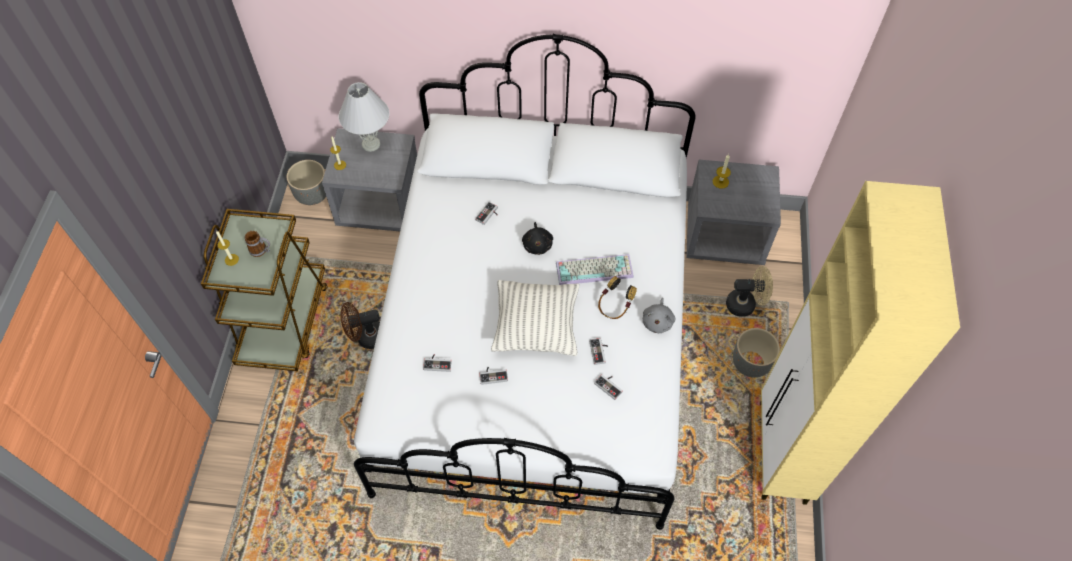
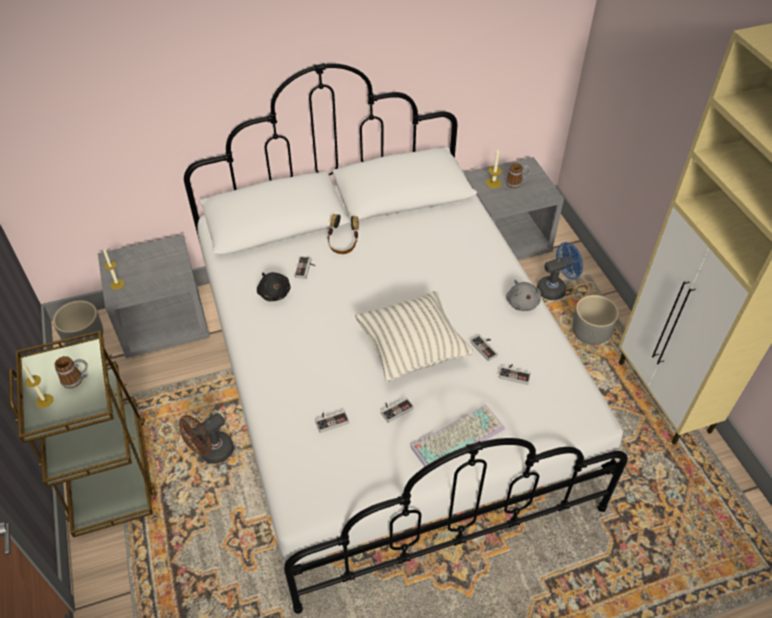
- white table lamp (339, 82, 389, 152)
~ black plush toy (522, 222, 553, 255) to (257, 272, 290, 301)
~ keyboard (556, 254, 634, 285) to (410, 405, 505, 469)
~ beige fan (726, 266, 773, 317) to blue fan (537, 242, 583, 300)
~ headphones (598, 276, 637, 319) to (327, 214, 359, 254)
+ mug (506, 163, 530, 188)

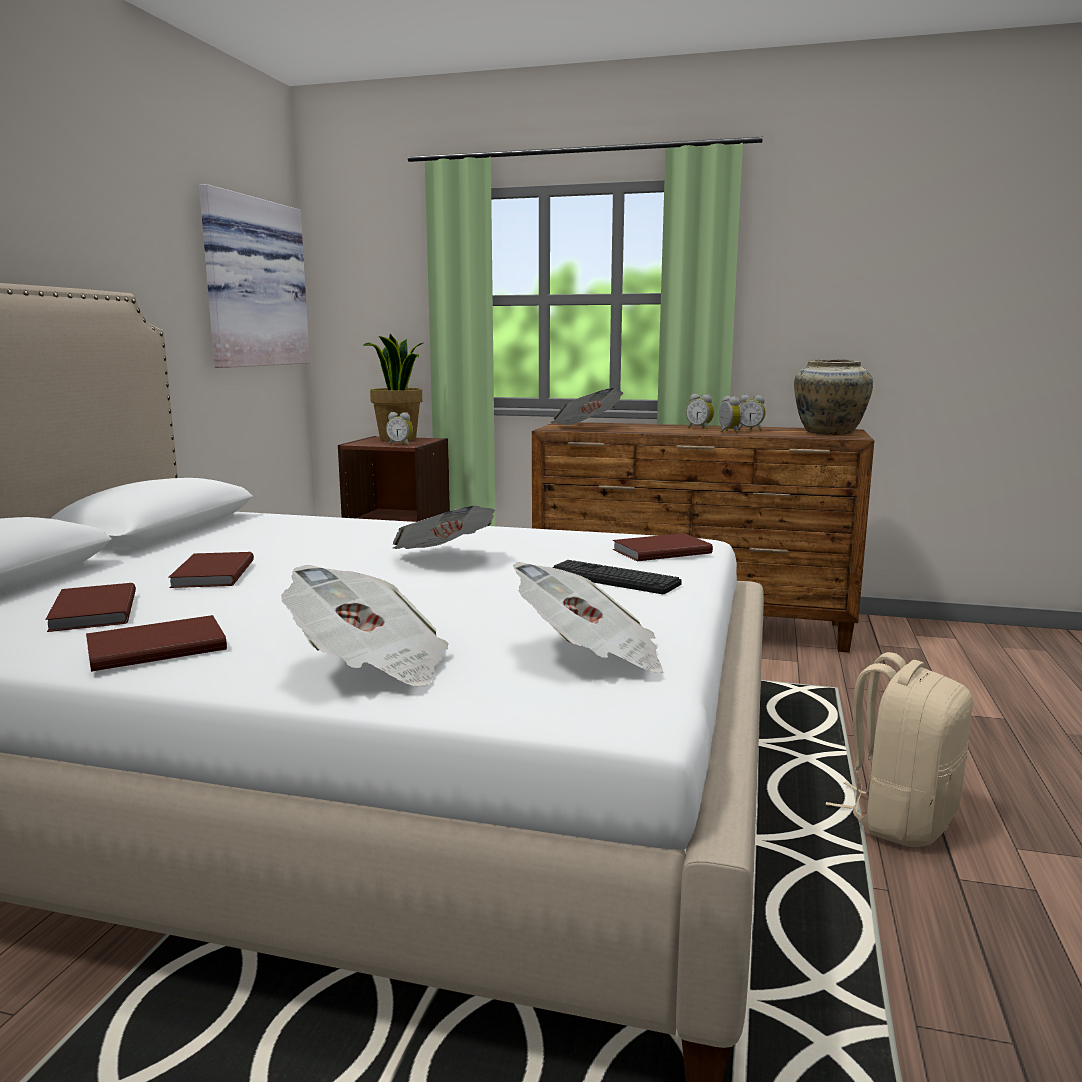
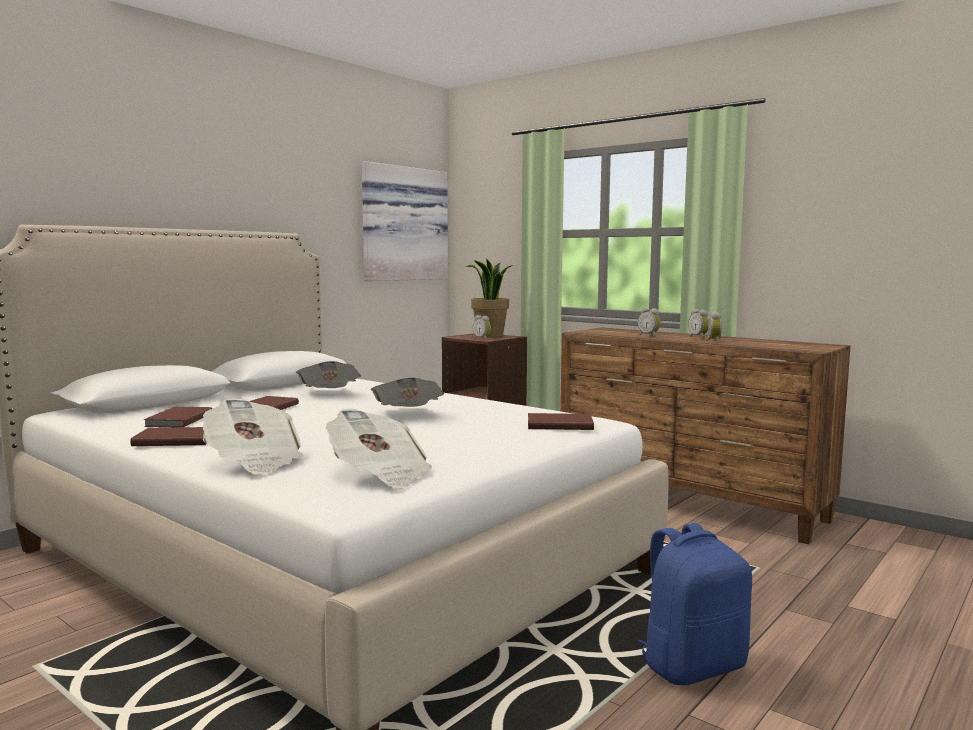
- beige vase (794, 359, 873, 435)
~ newspaper (551, 388, 623, 425) to (296, 361, 361, 388)
~ alarm clock (738, 395, 766, 431) to (638, 308, 661, 337)
- keyboard (552, 560, 682, 594)
~ beige backpack (826, 652, 973, 847) to blue backpack (638, 523, 752, 686)

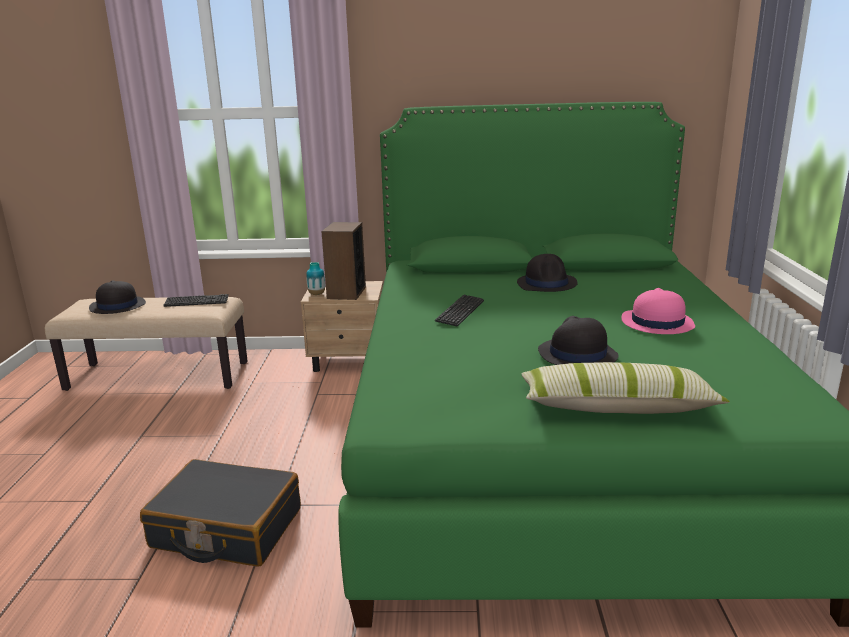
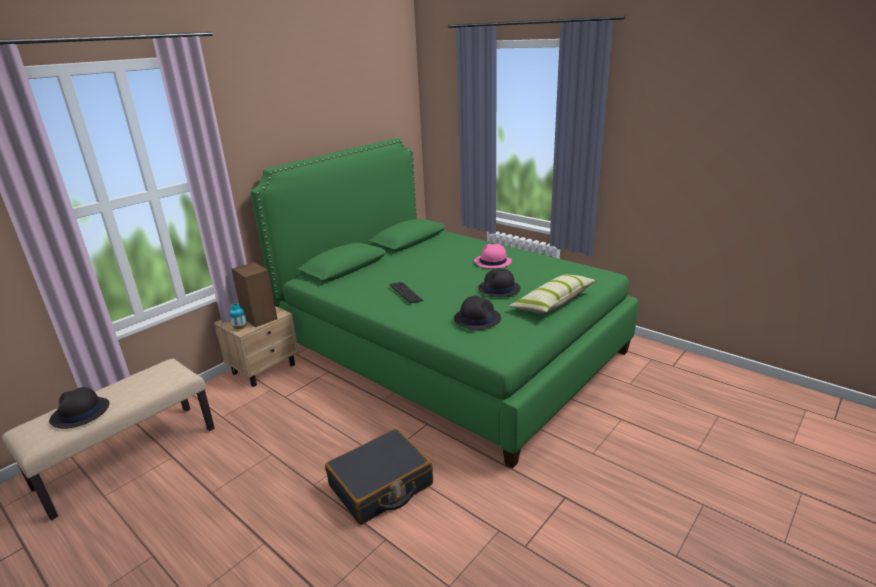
~ black hat (517, 254, 578, 292) to (454, 295, 501, 331)
- keyboard (163, 294, 229, 307)

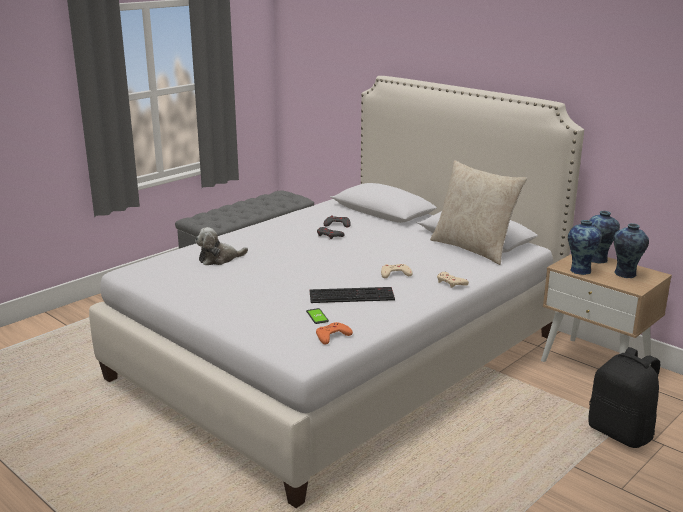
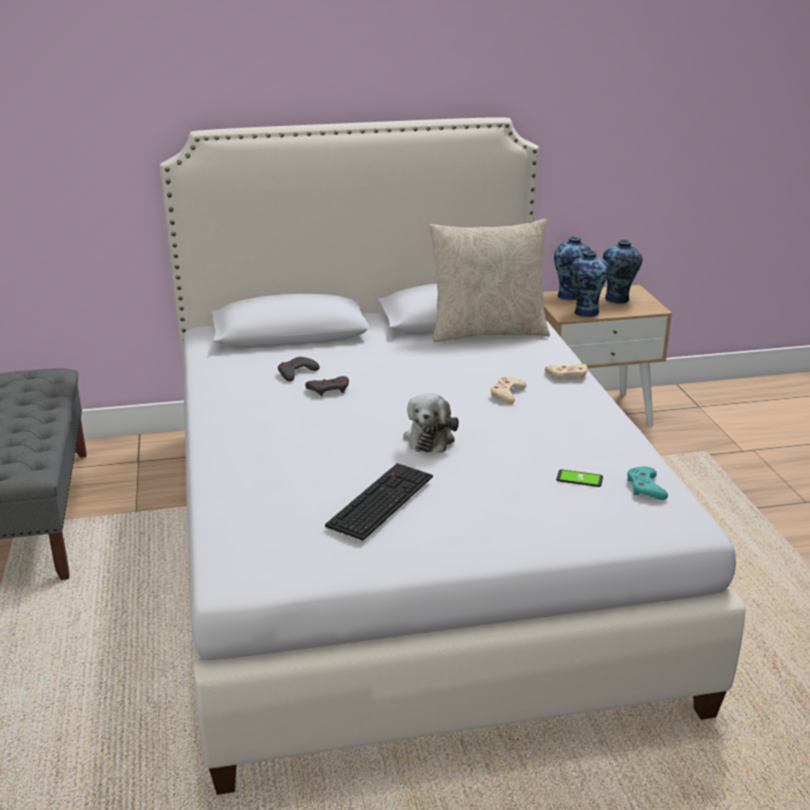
~ plush toy (195, 227, 248, 265) to (403, 393, 459, 453)
~ keyboard (310, 287, 395, 303) to (325, 463, 433, 541)
~ orange game controller (316, 322, 353, 345) to turquoise game controller (627, 467, 668, 500)
- black backpack (588, 347, 660, 448)

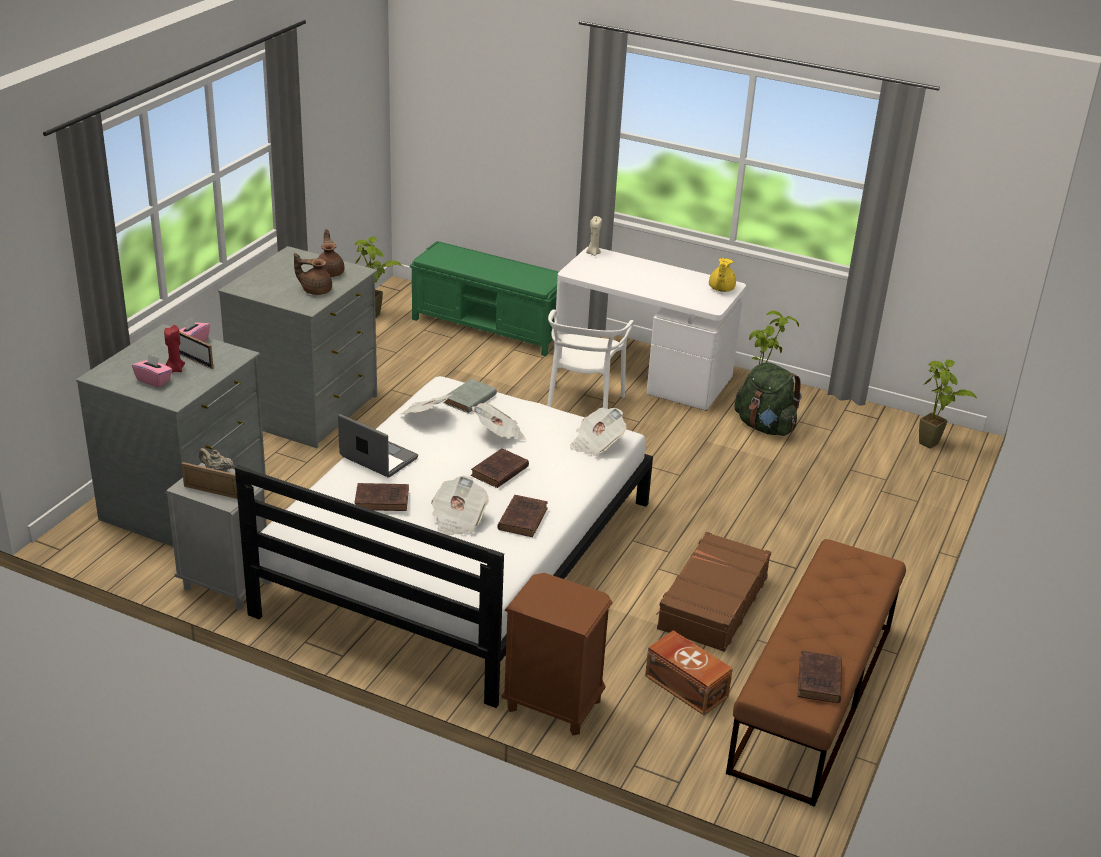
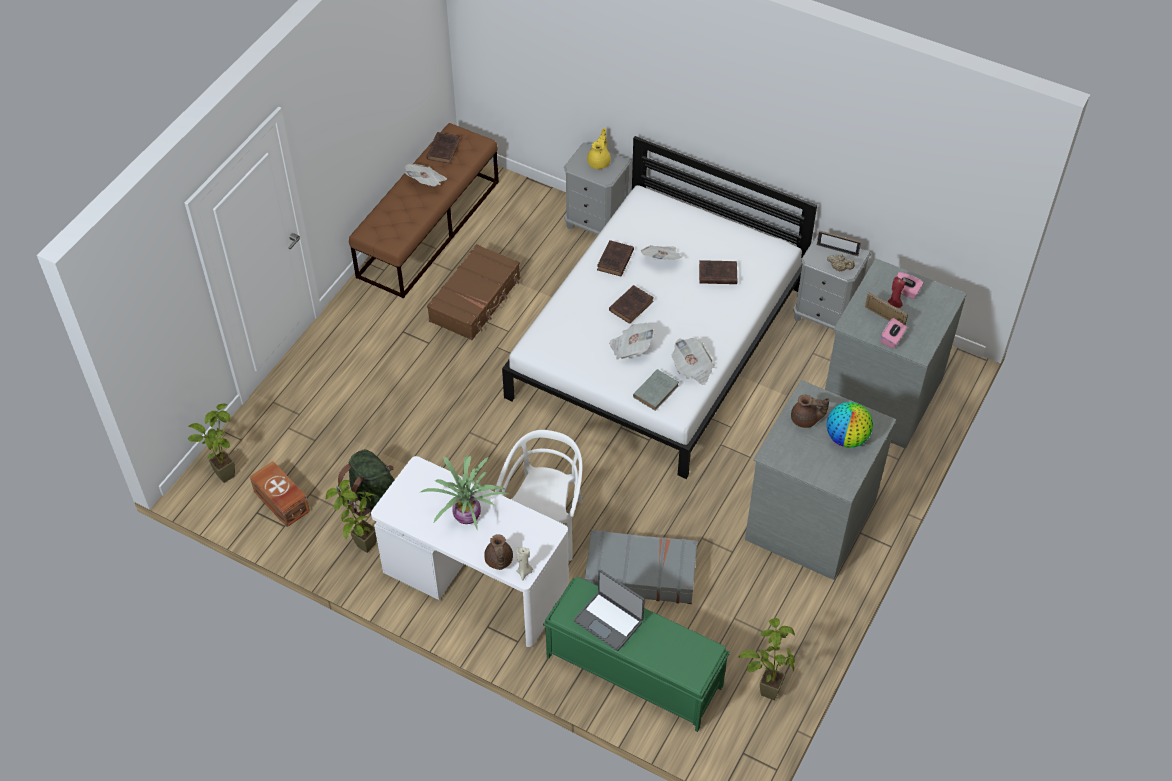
~ brown teapot (318, 229, 344, 277) to (484, 534, 513, 570)
~ yellow teapot (709, 258, 736, 292) to (587, 128, 611, 169)
~ newspaper (570, 408, 626, 456) to (405, 163, 447, 187)
~ laptop (338, 414, 418, 478) to (573, 569, 645, 651)
~ brown nightstand (501, 573, 612, 736) to grey nightstand (564, 142, 631, 235)
~ brown storage box (645, 630, 733, 715) to (250, 461, 310, 527)
+ globe (827, 402, 873, 448)
+ potted plant (421, 455, 508, 529)
+ grey suitcase (585, 530, 698, 604)

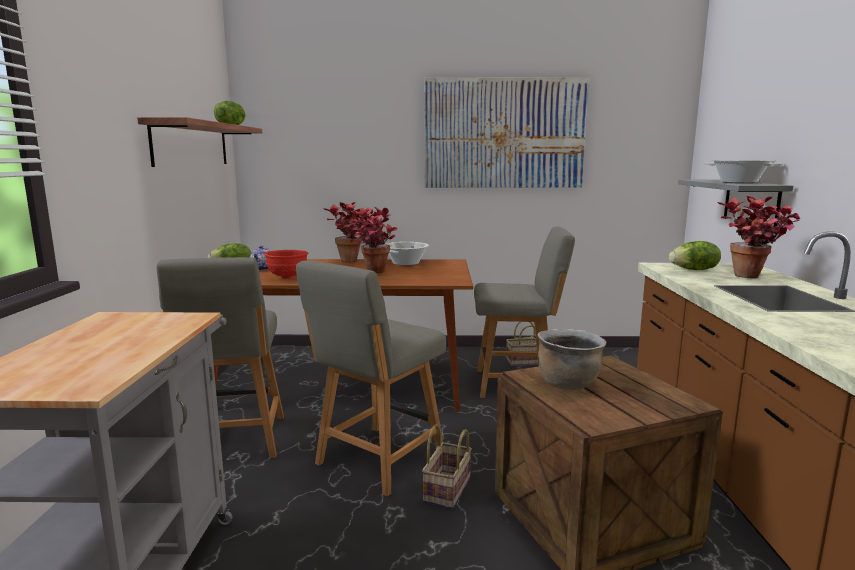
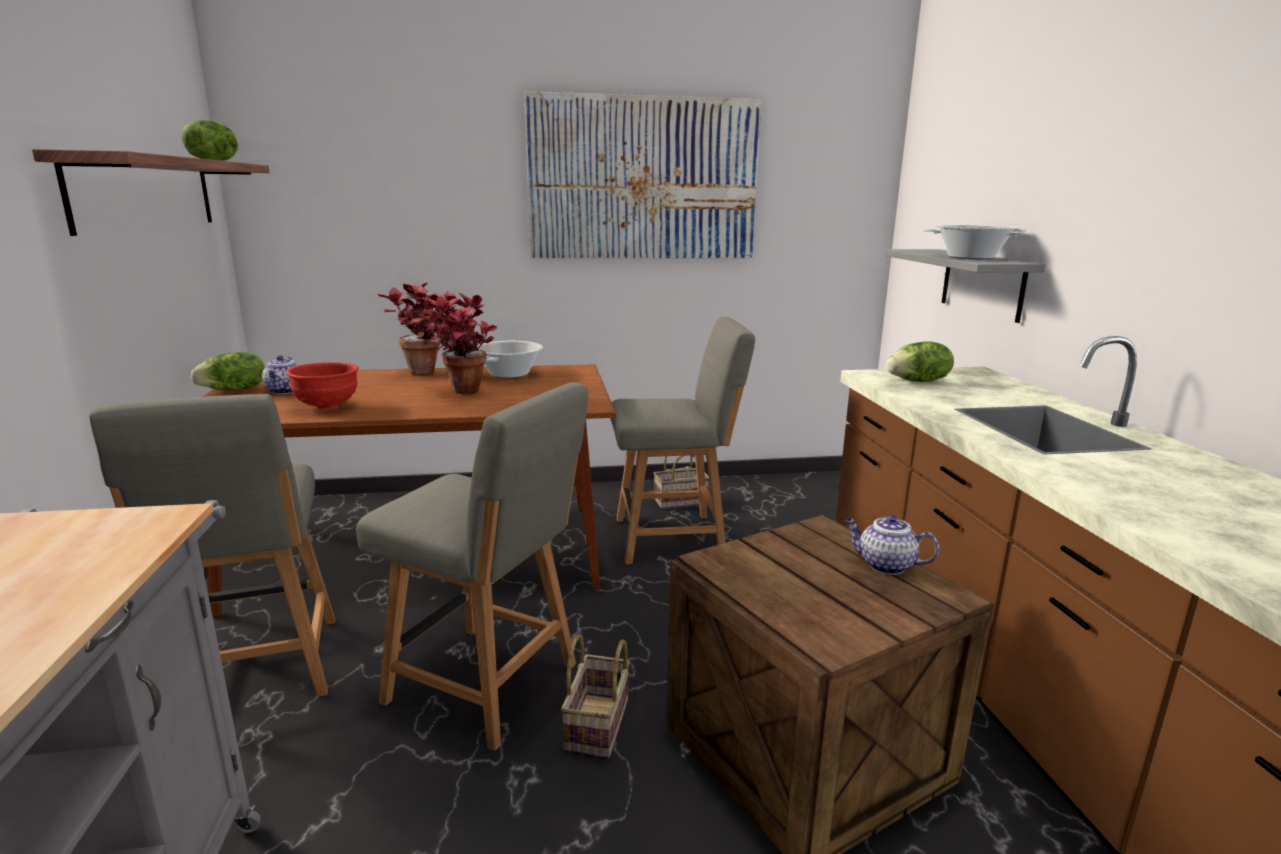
- potted plant (717, 196, 800, 279)
~ grey chair (296, 260, 446, 496) = (356, 382, 588, 751) 90 degrees counterclockwise
- brown cooking pot (537, 329, 606, 390)
+ teapot (845, 515, 939, 575)

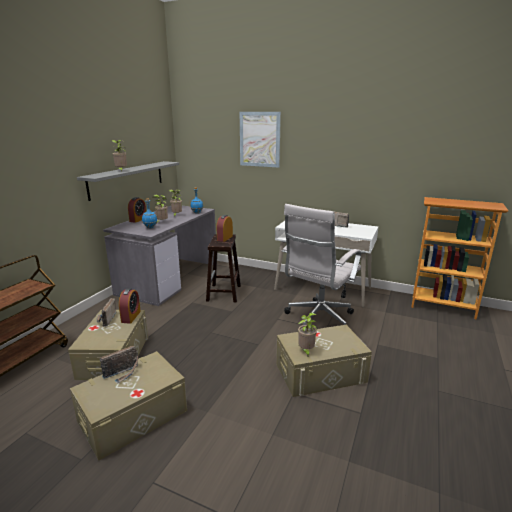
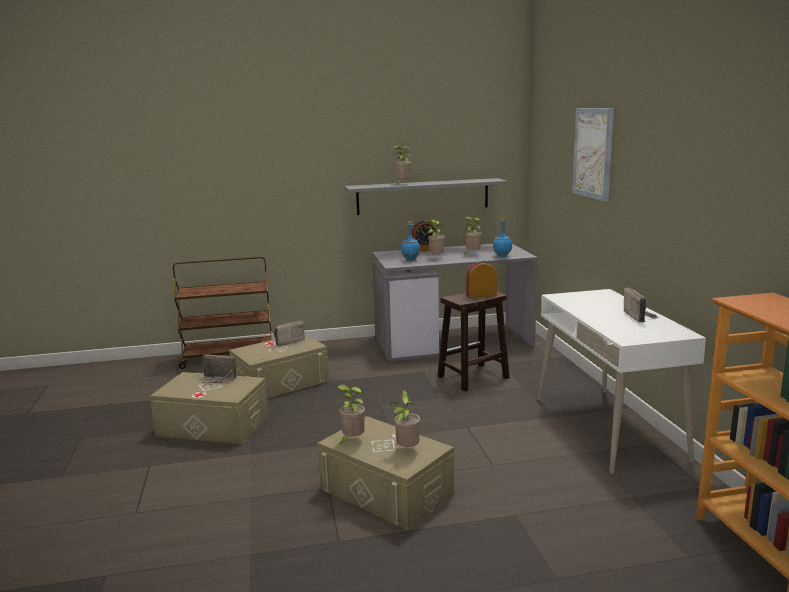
- white office chair (282, 204, 361, 325)
- alarm clock (119, 288, 141, 323)
+ potted plant (391, 390, 421, 447)

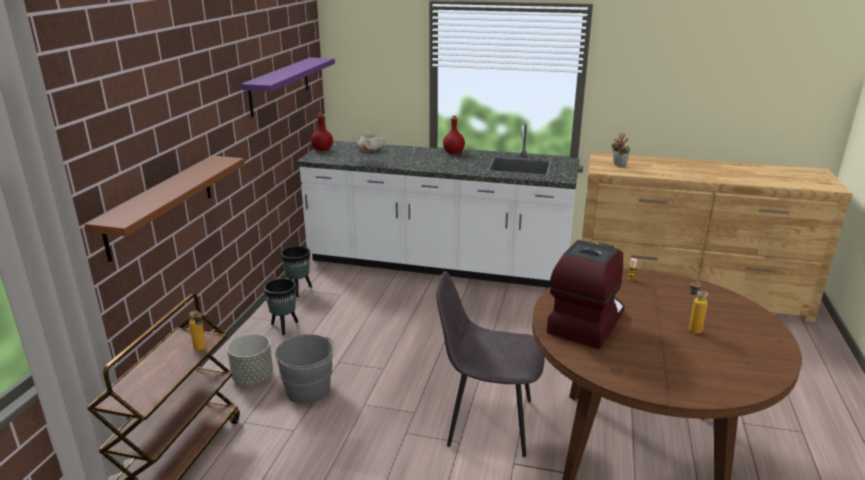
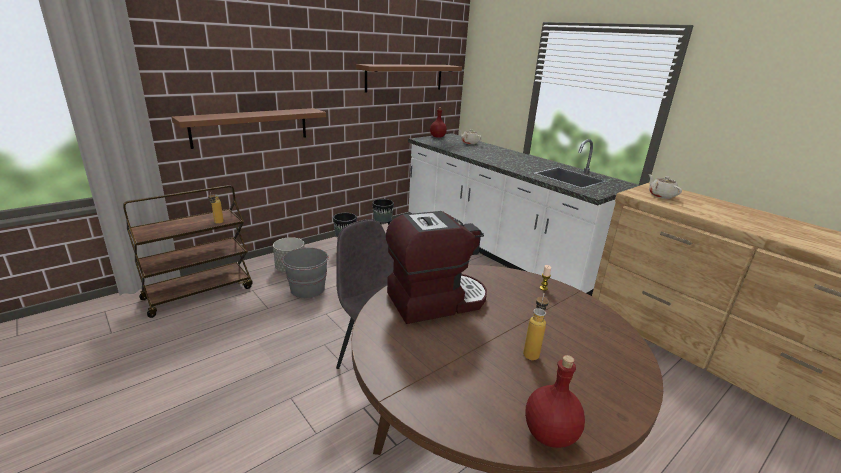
~ purple shelf (241, 57, 335, 117) to brown shelf (356, 64, 462, 92)
~ red bottle (443, 115, 465, 154) to (525, 355, 585, 448)
~ potted plant (612, 133, 630, 167) to beige teapot (649, 174, 682, 199)

